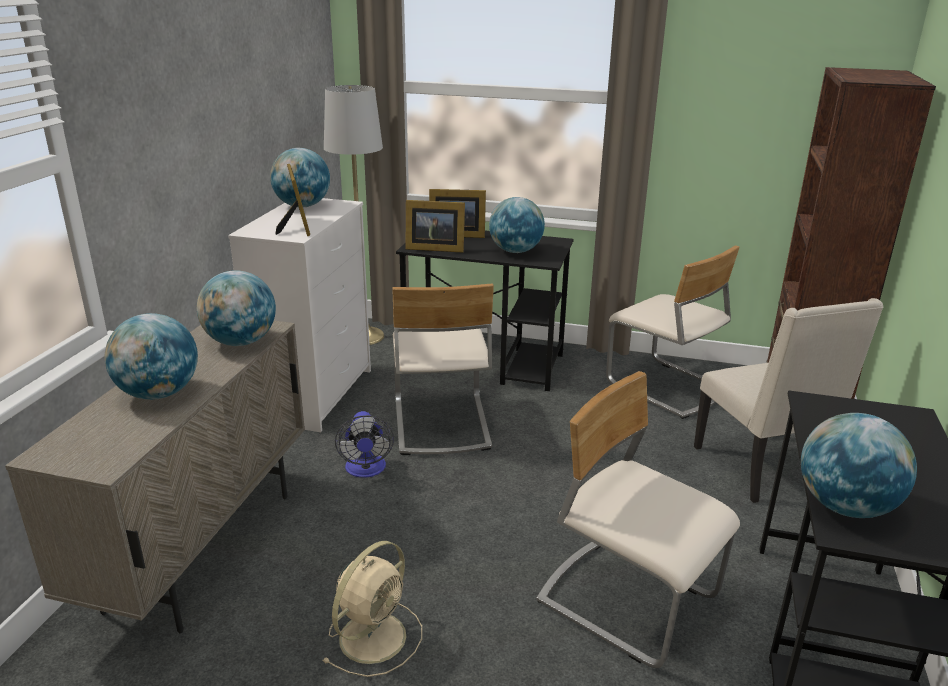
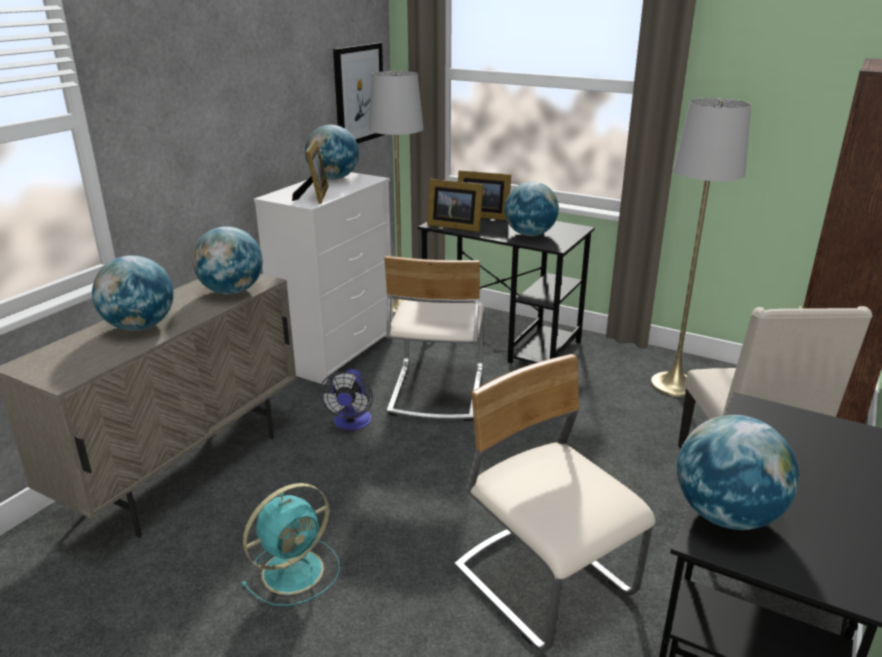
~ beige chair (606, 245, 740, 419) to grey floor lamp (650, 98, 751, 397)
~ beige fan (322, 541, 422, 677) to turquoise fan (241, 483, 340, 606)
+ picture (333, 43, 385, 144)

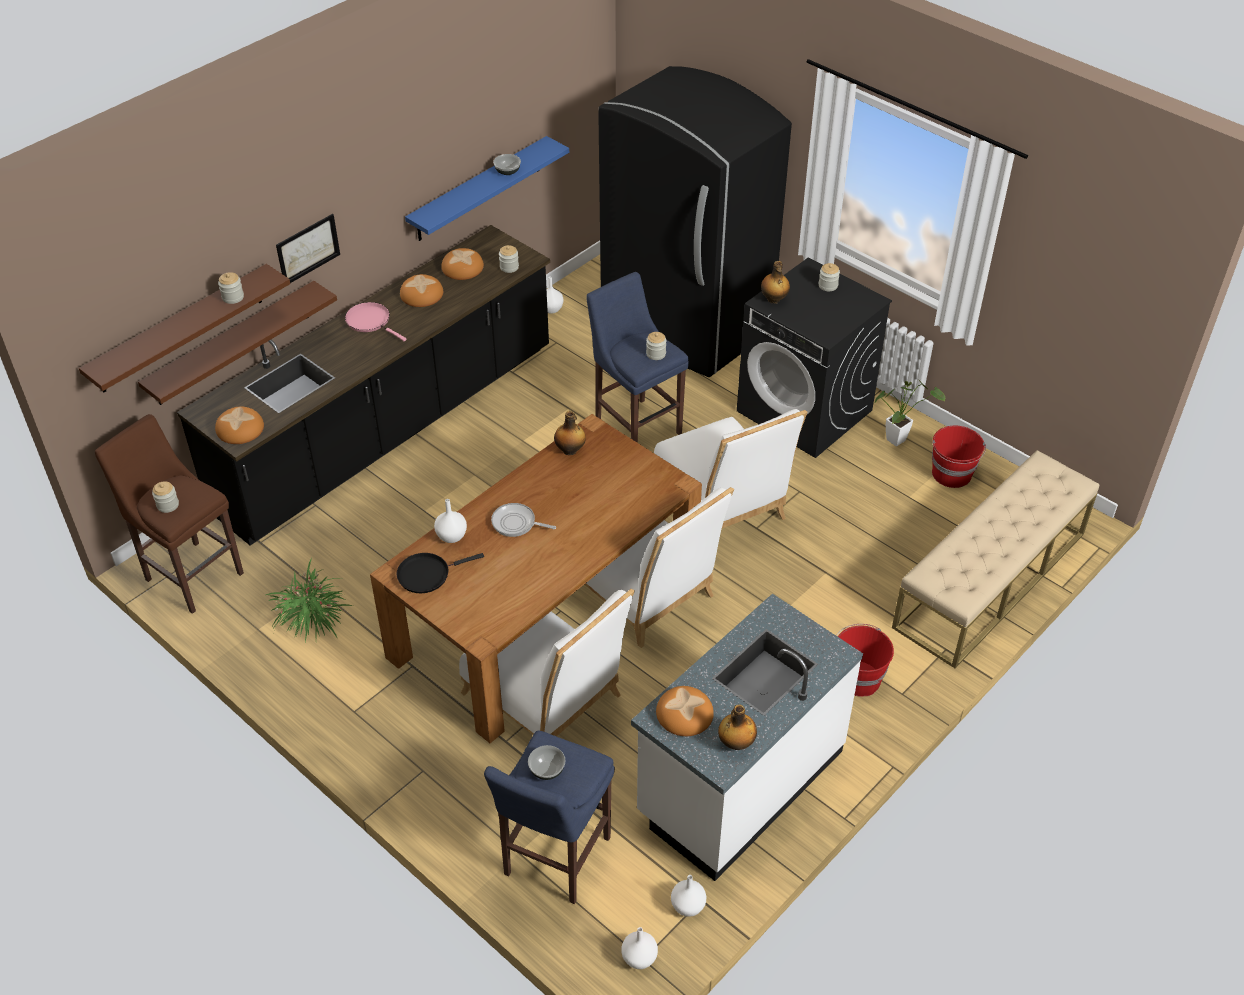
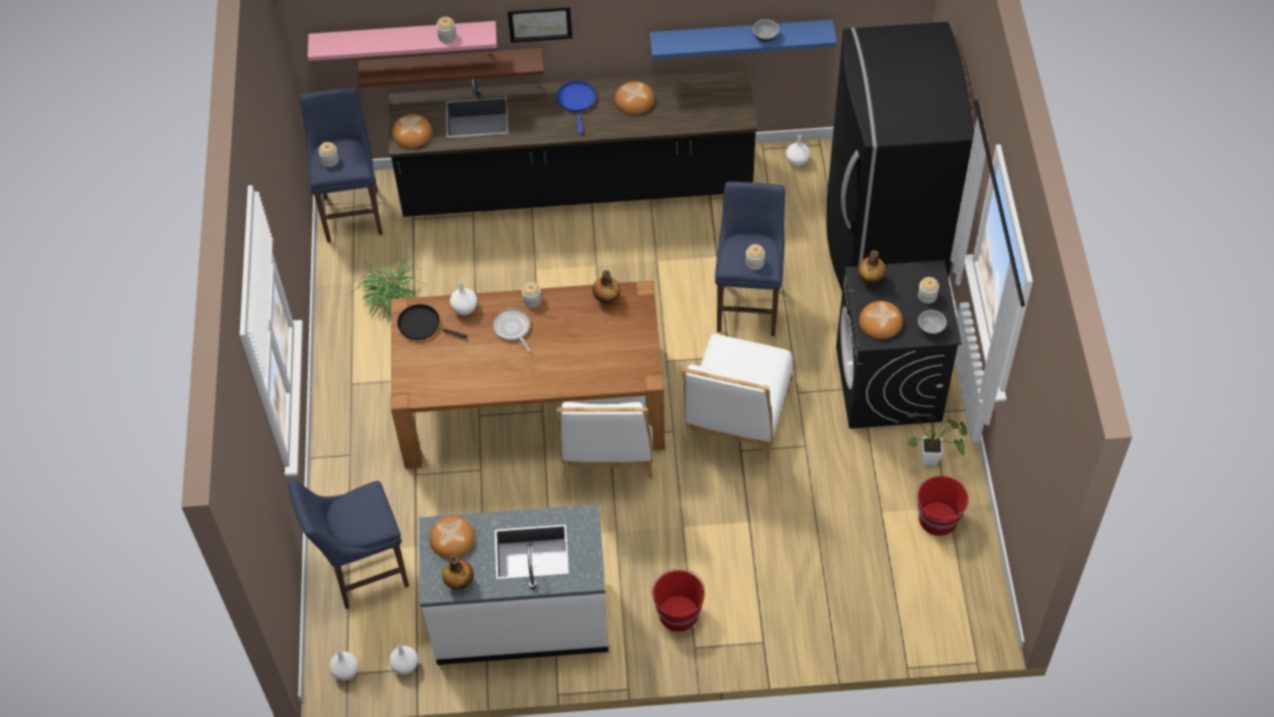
~ jar (499, 245, 519, 273) to (522, 282, 542, 308)
~ bread (441, 248, 484, 280) to (859, 301, 903, 339)
~ brown shelf (79, 264, 290, 393) to pink shelf (308, 21, 497, 61)
~ pink frying pan (345, 302, 407, 341) to blue frying pan (557, 81, 596, 134)
~ brown stool (95, 414, 244, 614) to blue stool (300, 87, 383, 243)
- beige bench (892, 450, 1099, 668)
- white chair (459, 589, 635, 737)
~ bowl (528, 745, 566, 780) to (918, 310, 947, 335)

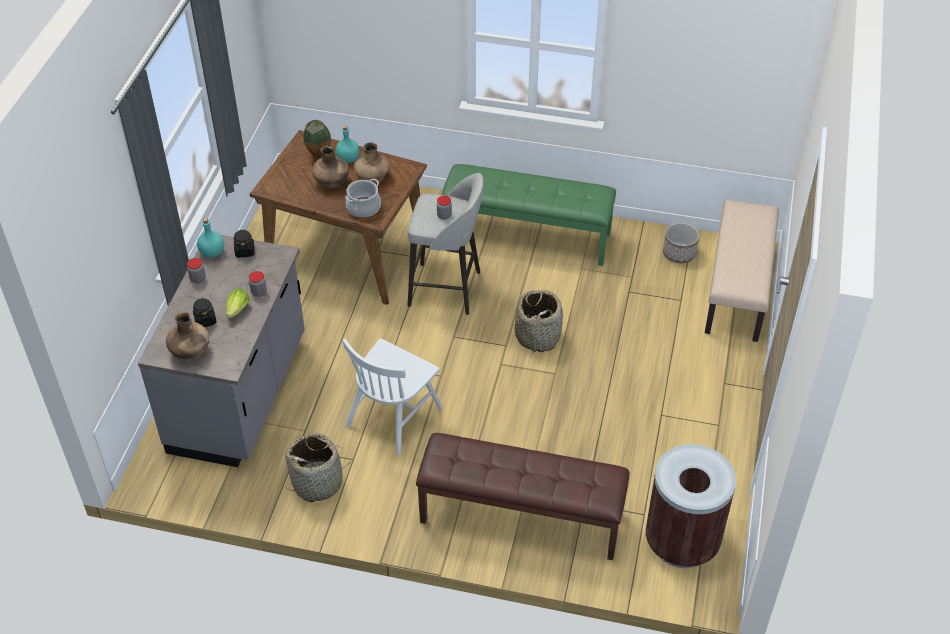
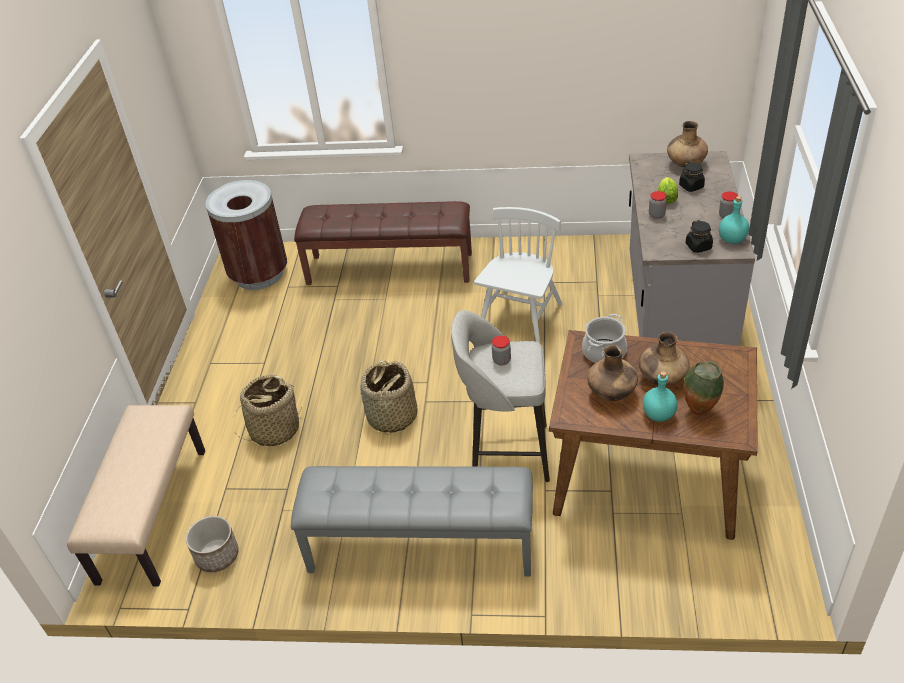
~ green bench (442, 164, 616, 266) to grey bench (291, 466, 533, 576)
~ basket (285, 432, 353, 502) to (236, 375, 302, 446)

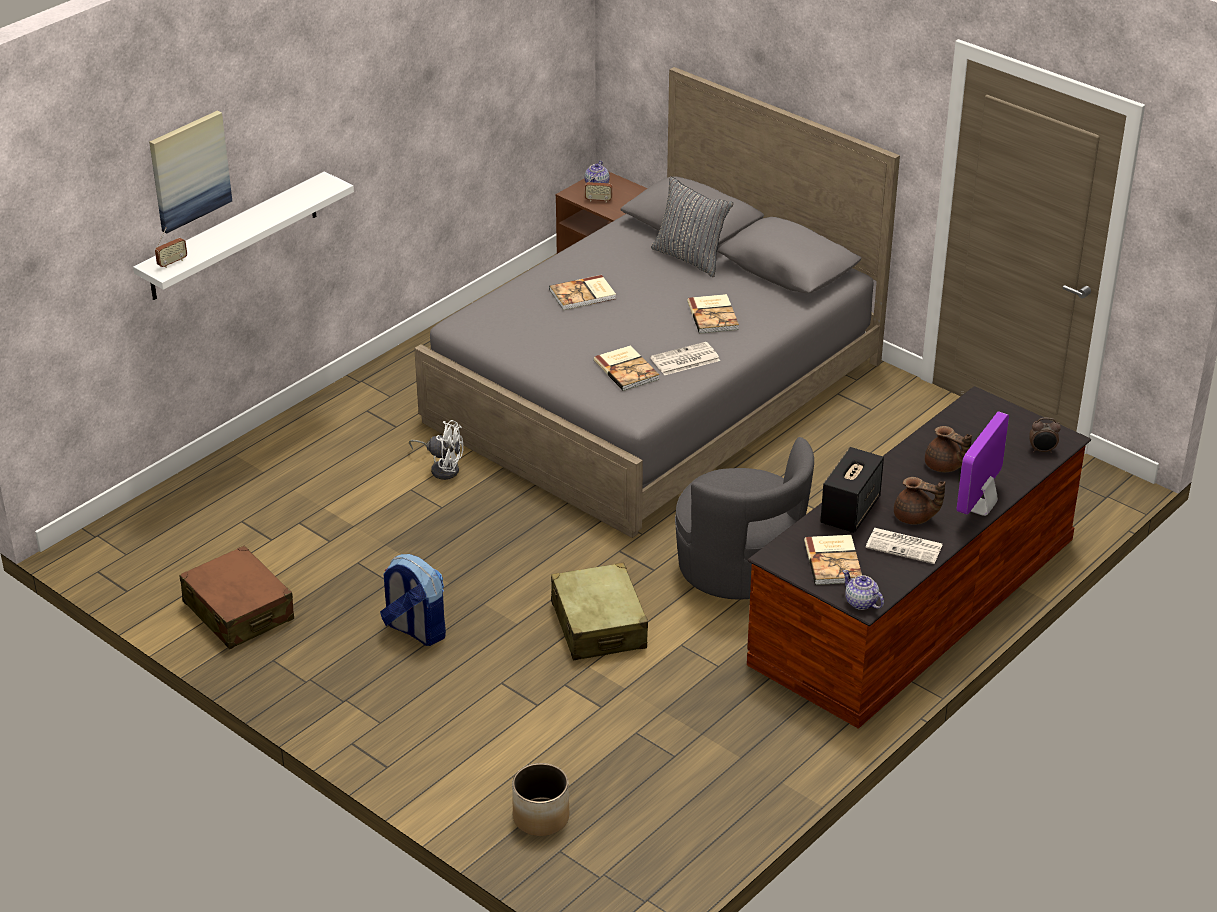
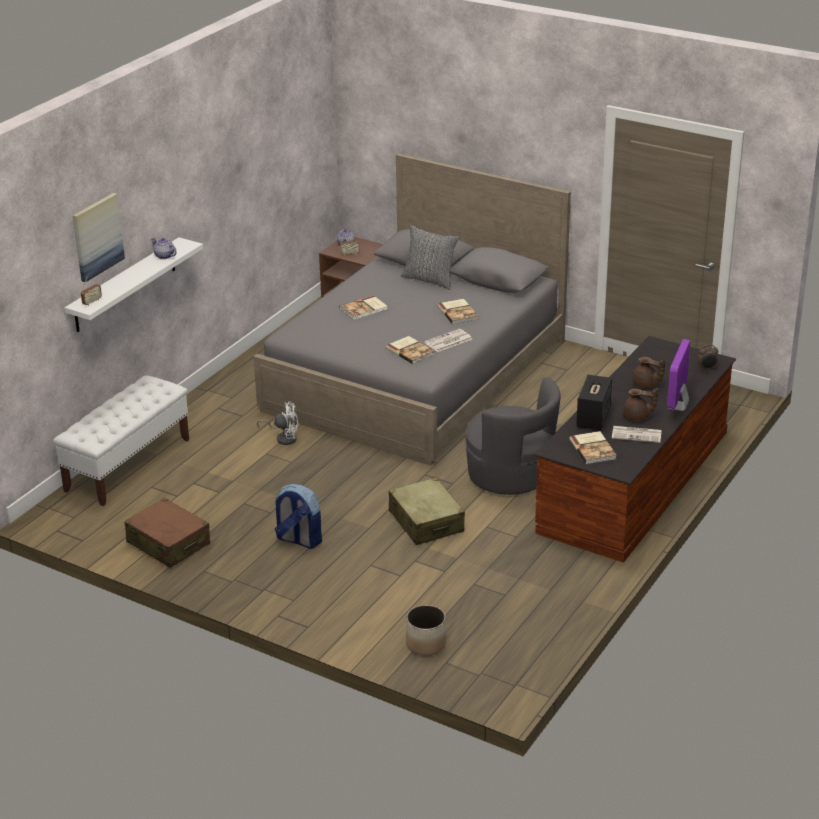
~ teapot (843, 570, 884, 610) to (151, 238, 177, 259)
+ white bench (53, 375, 189, 506)

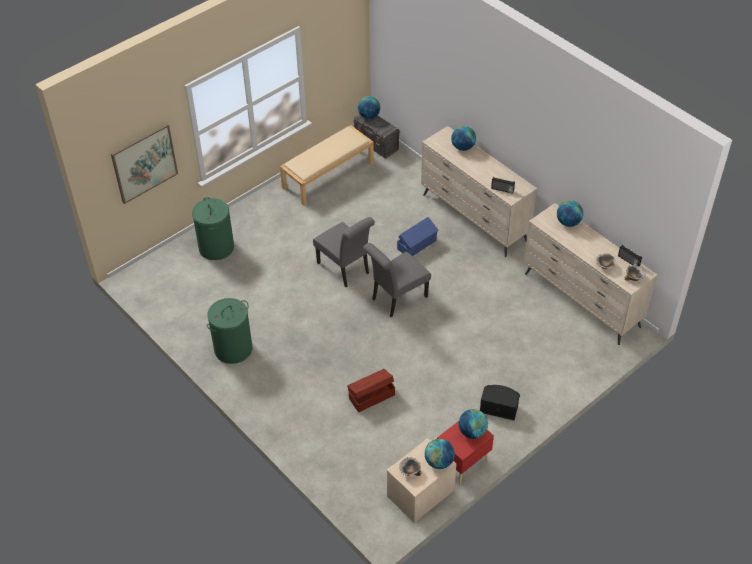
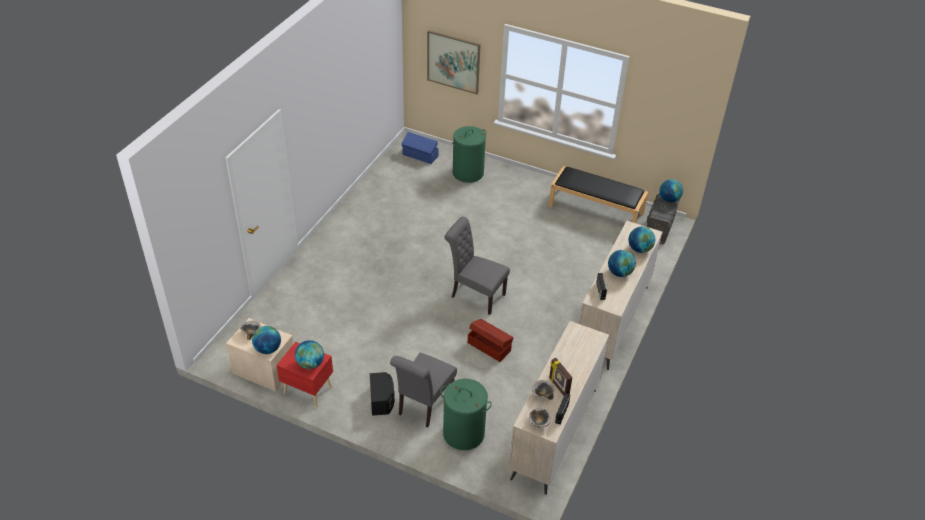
~ beige bench (280, 125, 374, 206) to black bench (549, 166, 648, 223)
~ globe (557, 200, 583, 227) to (608, 250, 636, 277)
~ grey chair (313, 217, 375, 287) to (390, 353, 457, 428)
~ blue storage box (397, 217, 439, 256) to (402, 132, 438, 164)
~ green laundry basket (206, 298, 252, 364) to (440, 379, 492, 450)
~ brown storage box (347, 369, 395, 412) to (468, 319, 514, 362)
+ picture frame (549, 358, 572, 396)

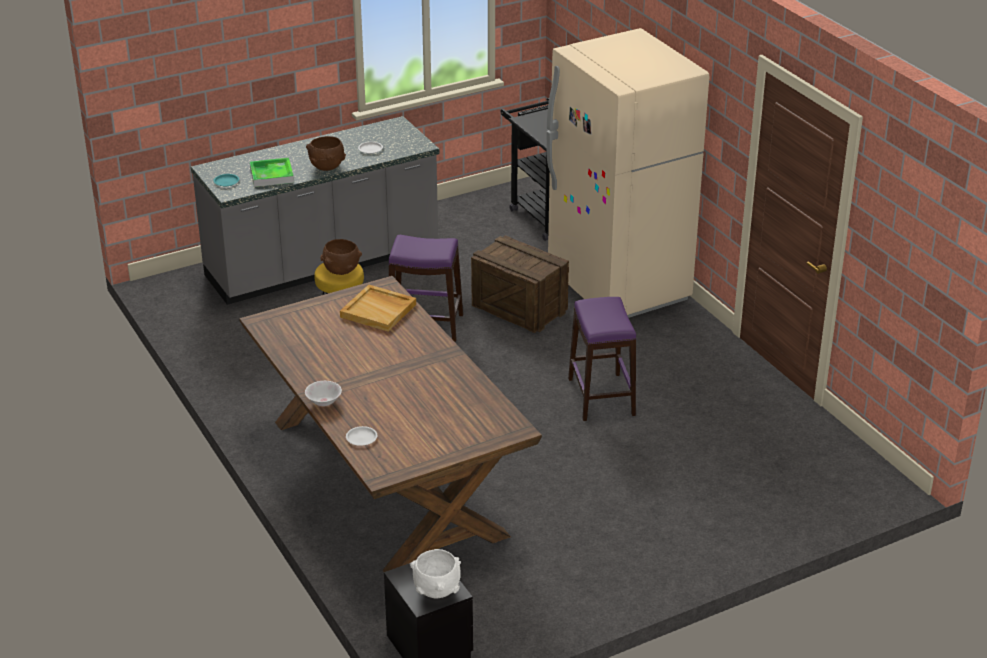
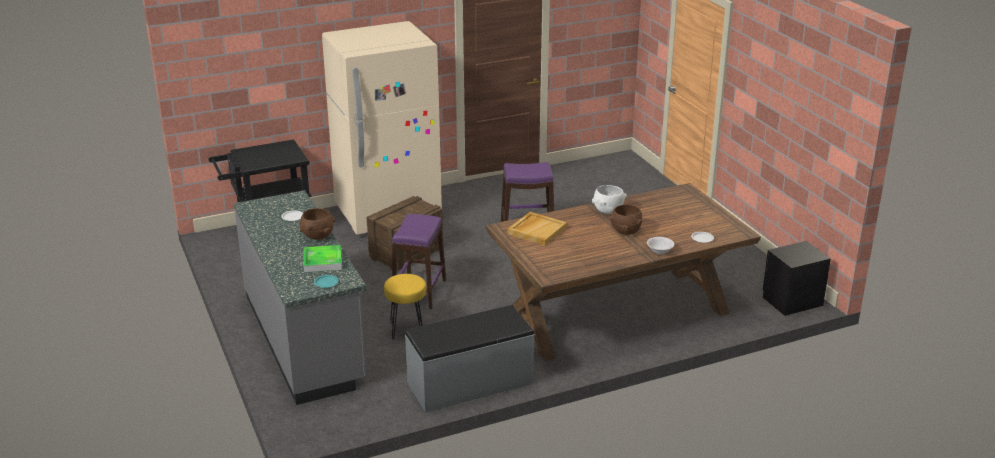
~ brown bowl (320, 239, 362, 275) to (609, 204, 642, 235)
~ white bowl (410, 549, 461, 599) to (592, 185, 627, 214)
+ grey bench (405, 305, 535, 412)

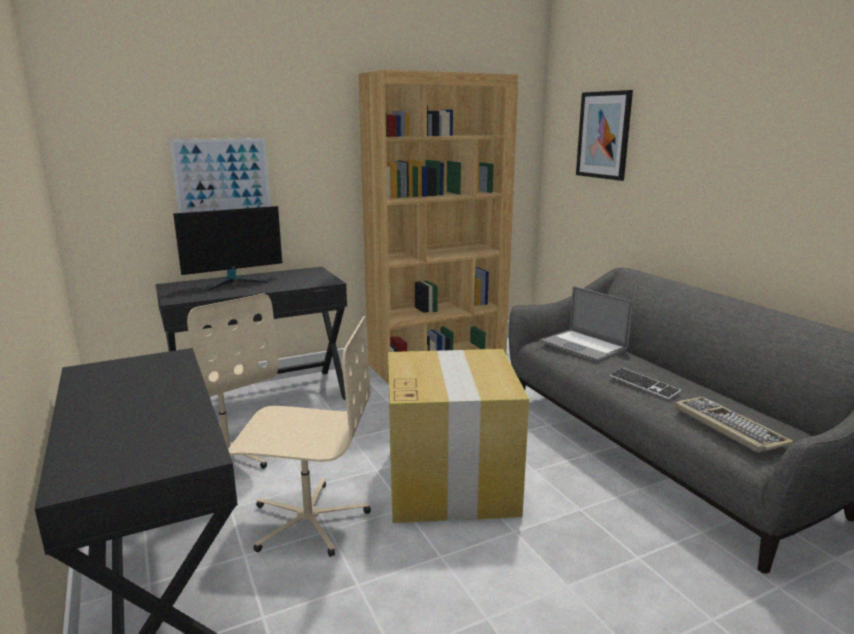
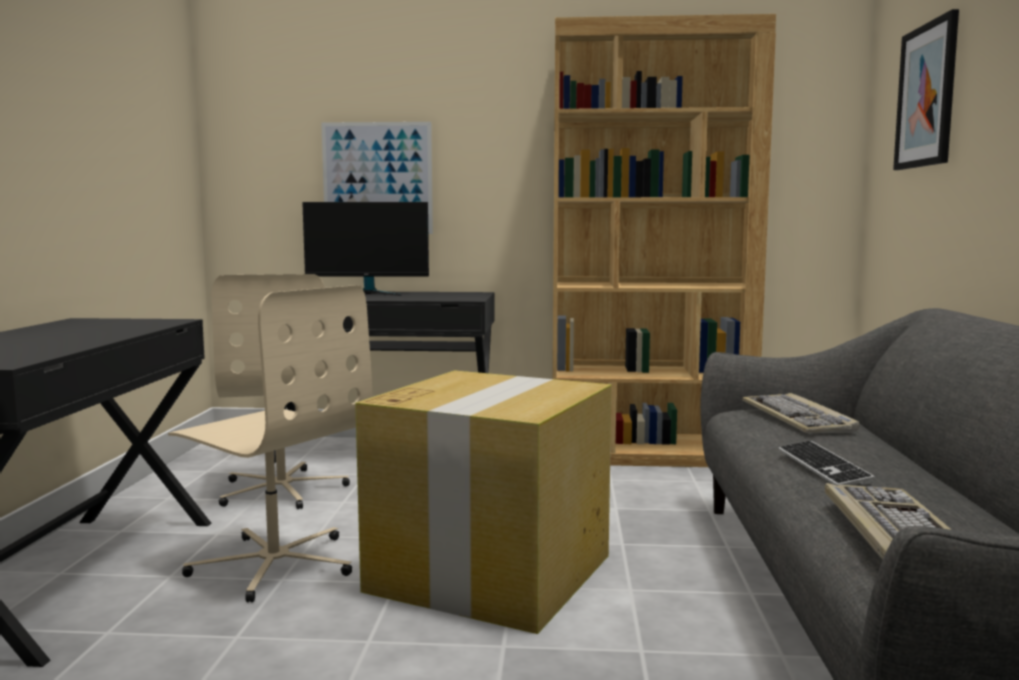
~ laptop (540, 286, 633, 362) to keyboard (742, 393, 859, 433)

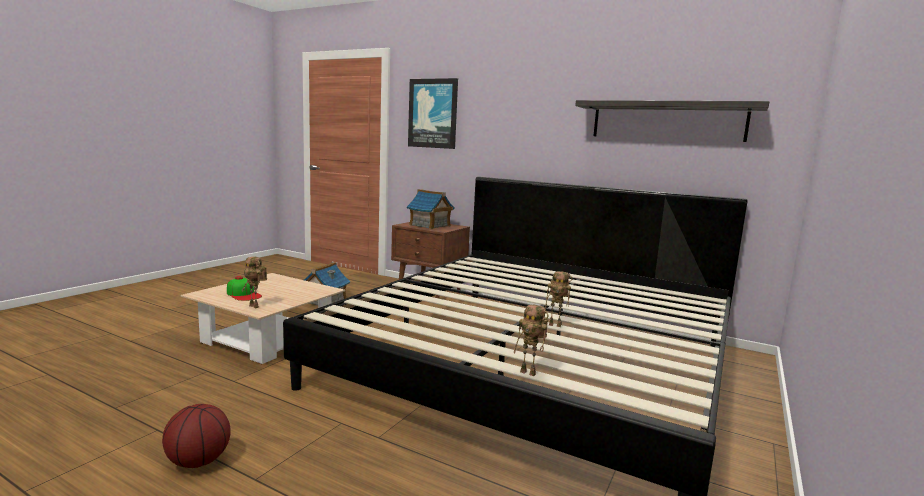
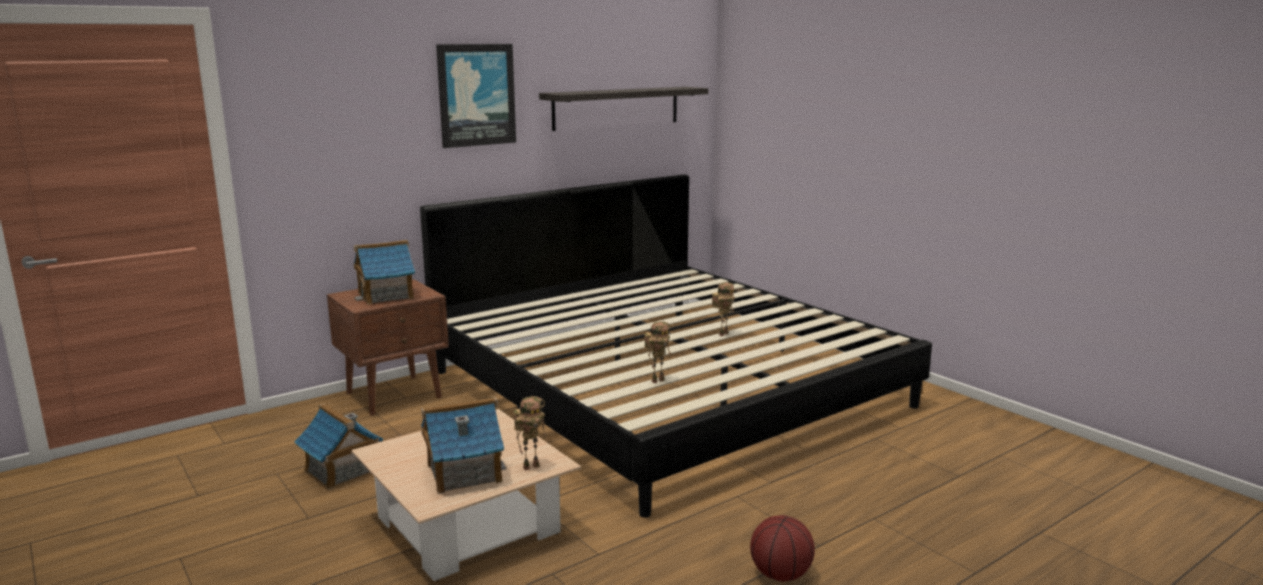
~ picture (408, 78, 458, 149) to (436, 44, 516, 148)
~ cap (227, 276, 262, 301) to toy house (421, 397, 506, 494)
~ toy robot (514, 305, 548, 376) to (644, 321, 672, 383)

